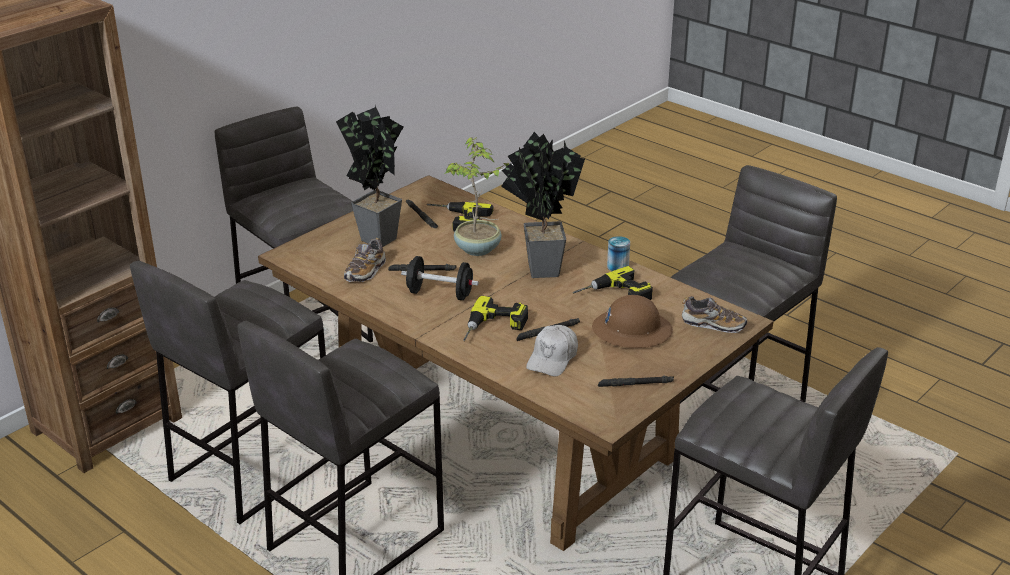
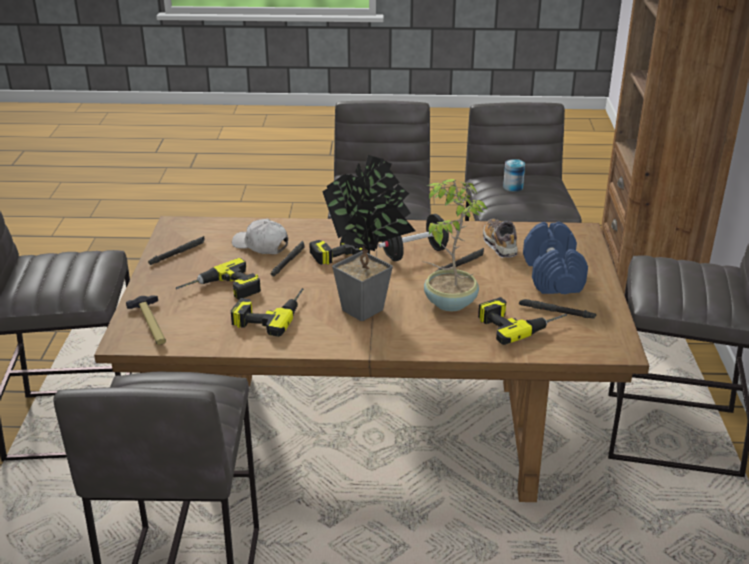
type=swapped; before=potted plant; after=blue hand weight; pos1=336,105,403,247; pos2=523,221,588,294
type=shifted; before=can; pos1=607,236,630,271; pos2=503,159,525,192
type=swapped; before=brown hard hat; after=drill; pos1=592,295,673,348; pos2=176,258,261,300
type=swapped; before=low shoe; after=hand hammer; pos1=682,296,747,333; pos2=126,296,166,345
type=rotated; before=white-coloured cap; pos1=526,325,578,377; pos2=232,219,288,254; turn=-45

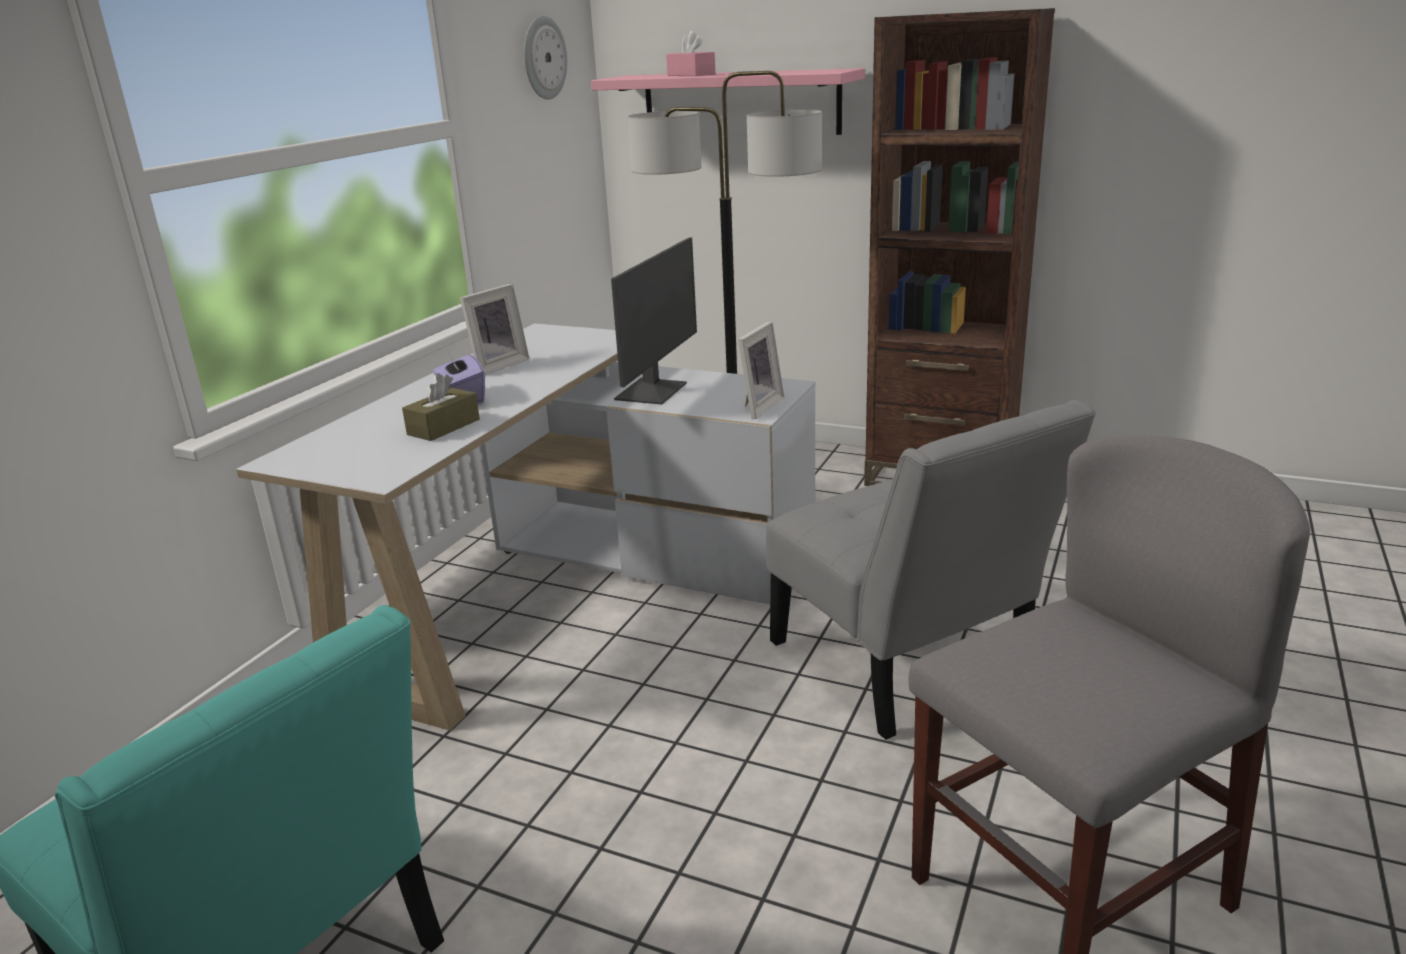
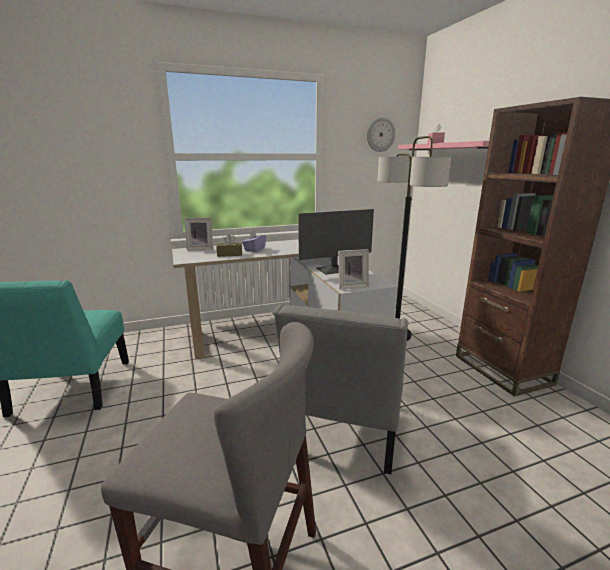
type=shifted; before=standing frame; pos1=460,284,530,375; pos2=184,218,213,250

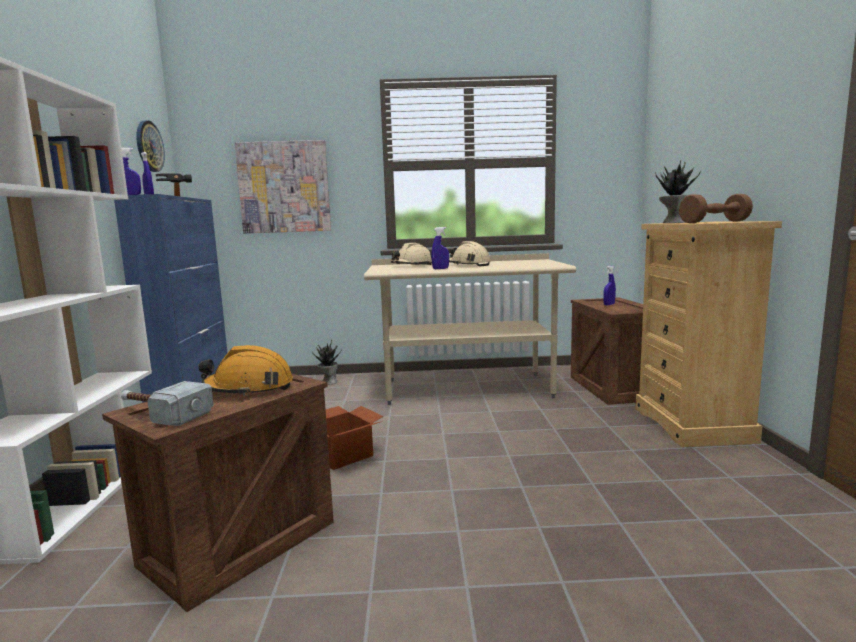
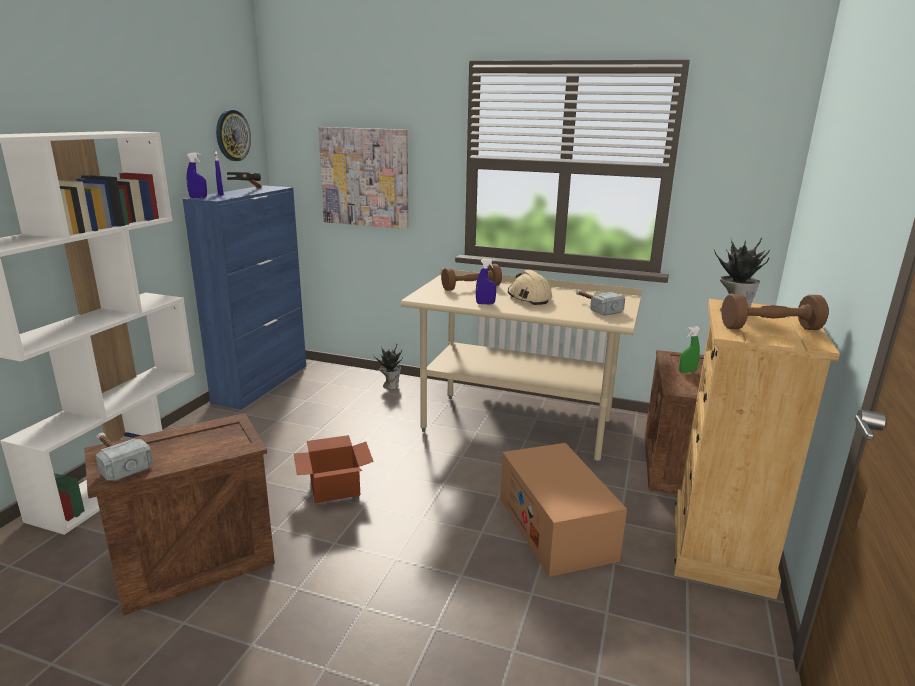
type=swapped; before=sand-coloured hard hat; after=brown hand weight; pos1=391,243,432,265; pos2=441,264,502,291
type=repainted; before=blue spray bottle; after=greenish spray bottle; pos1=603,266,616,305; pos2=679,326,700,373
type=gone; before=orange-coloured hard hat; pos1=198,345,293,396
type=new; after=hand hammer; pos2=576,290,625,316
type=new; after=carton; pos2=500,443,627,577

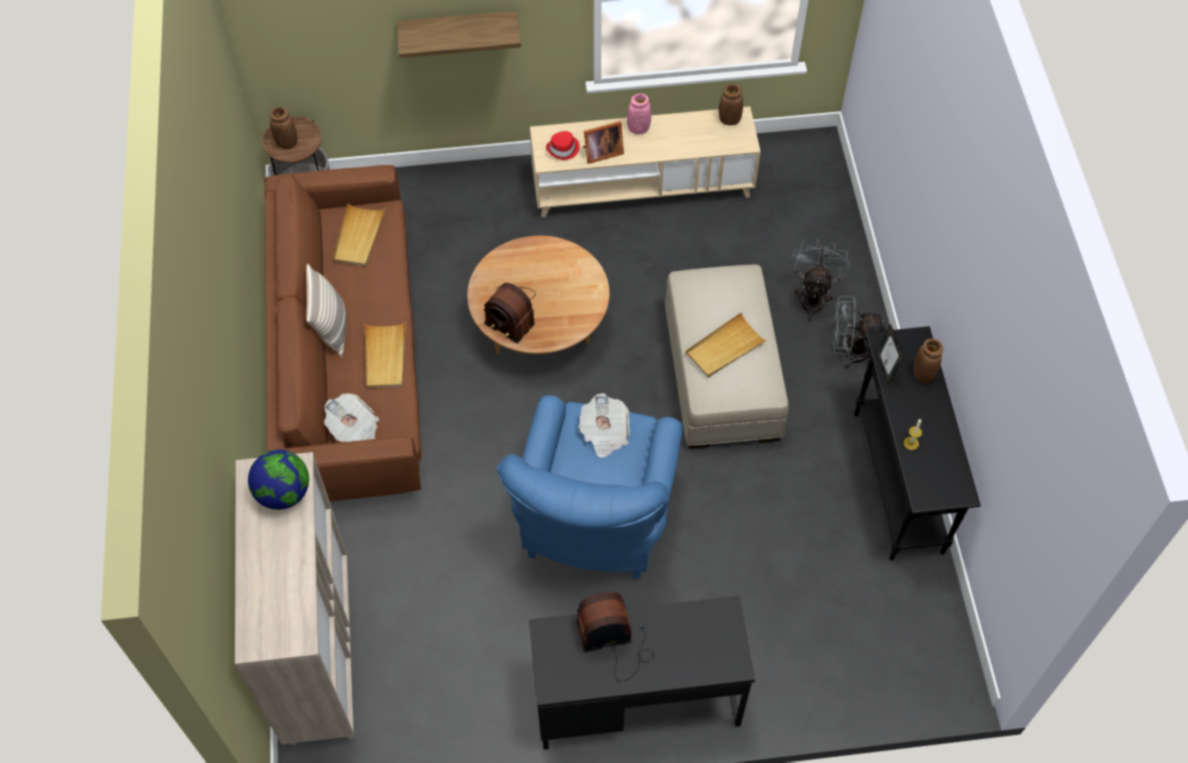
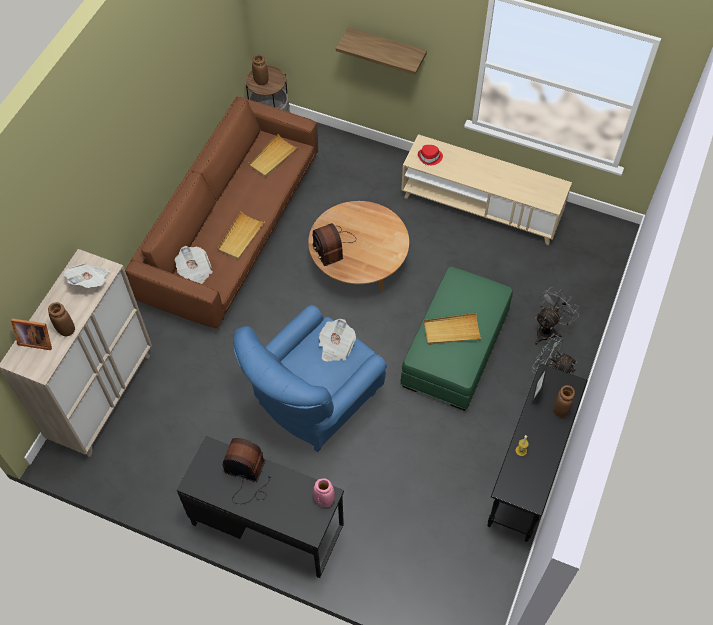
type=shifted; before=brown vase; pos1=719,84,743,125; pos2=48,302,75,336
type=shifted; before=pink-coloured vase; pos1=627,93,651,134; pos2=313,478,335,507
type=shifted; before=standing frame; pos1=583,121,624,164; pos2=11,319,52,350
type=gone; before=pillow; pos1=306,264,347,357
type=repainted; before=sand-coloured pouffe; after=greenish pouffe; pos1=665,264,789,448; pos2=400,267,513,411
type=swapped; before=desk globe; after=daily paper; pos1=248,450,309,510; pos2=64,263,110,288

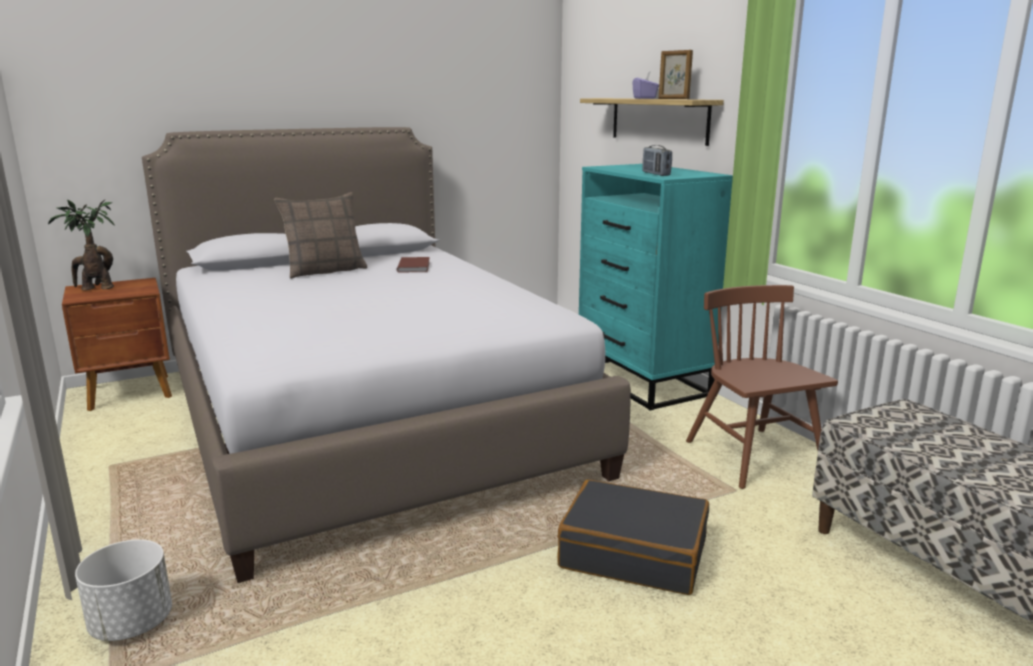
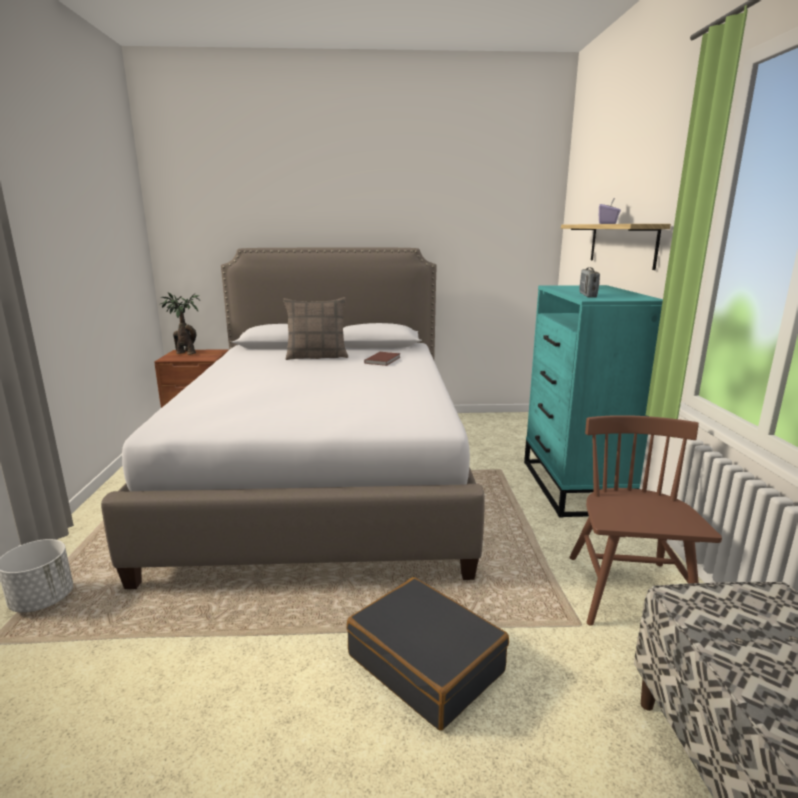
type=gone; before=standing frame; pos1=659,50,693,99

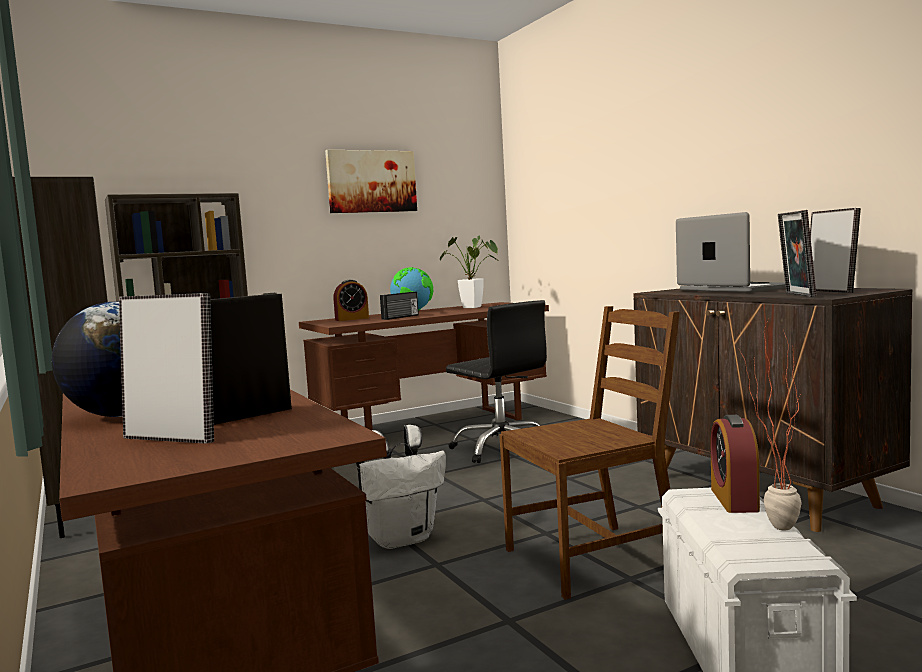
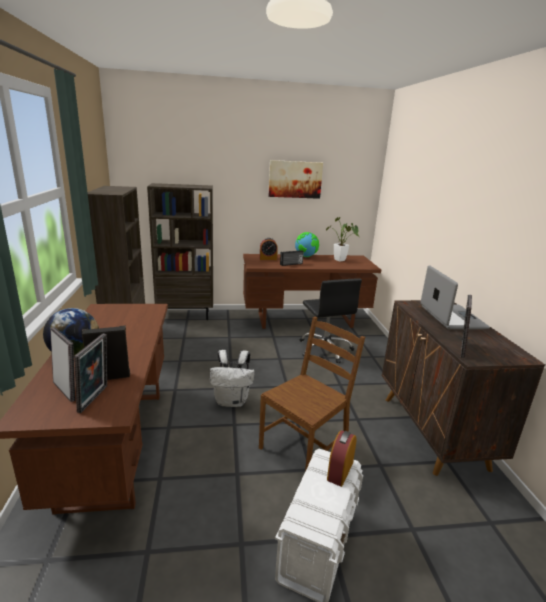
type=shifted; before=standing frame; pos1=810,208,861,293; pos2=74,333,107,413
type=rotated; before=brown plain chair; pos1=499,306,680,600; pos2=259,317,365,471; turn=-45
type=gone; before=potted plant; pos1=740,318,802,531

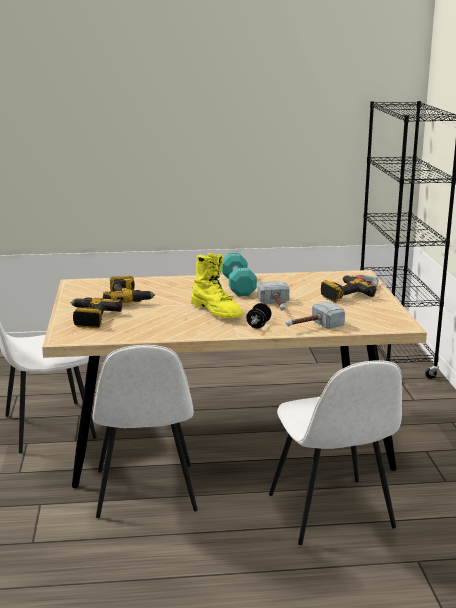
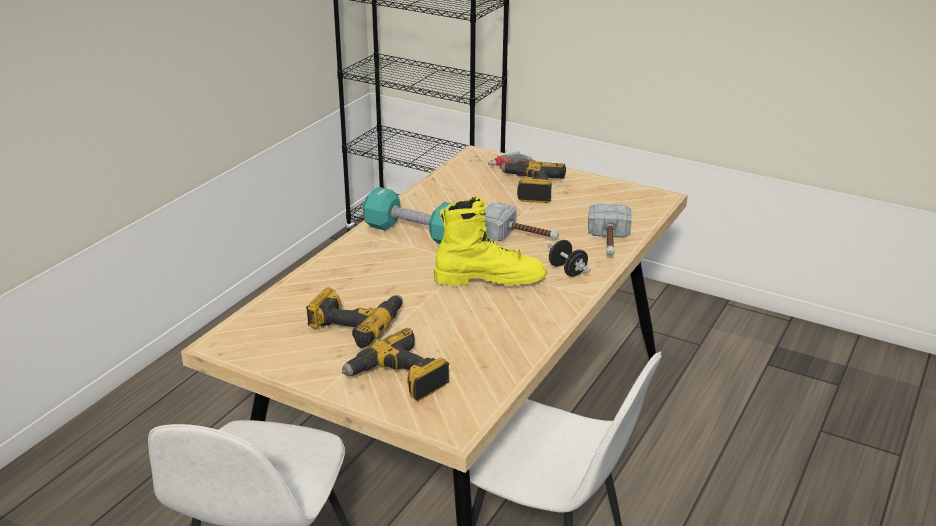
type=gone; before=white-coloured plain chair; pos1=269,360,402,545

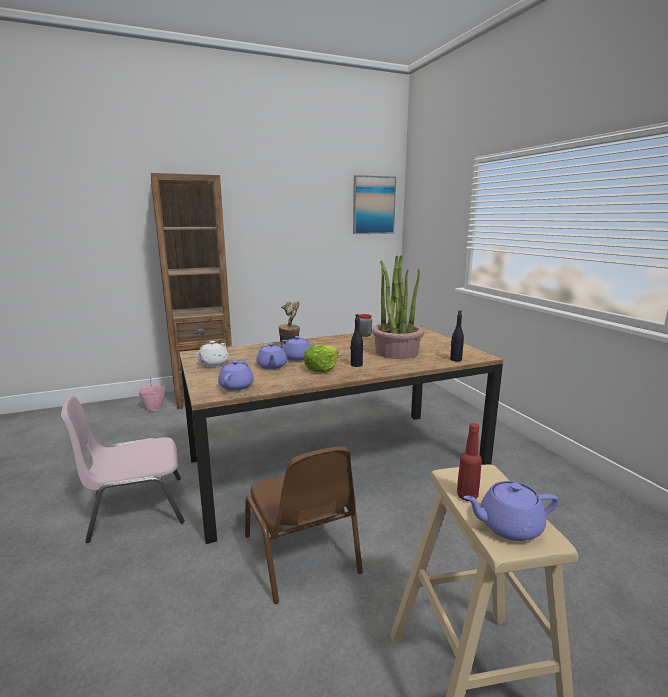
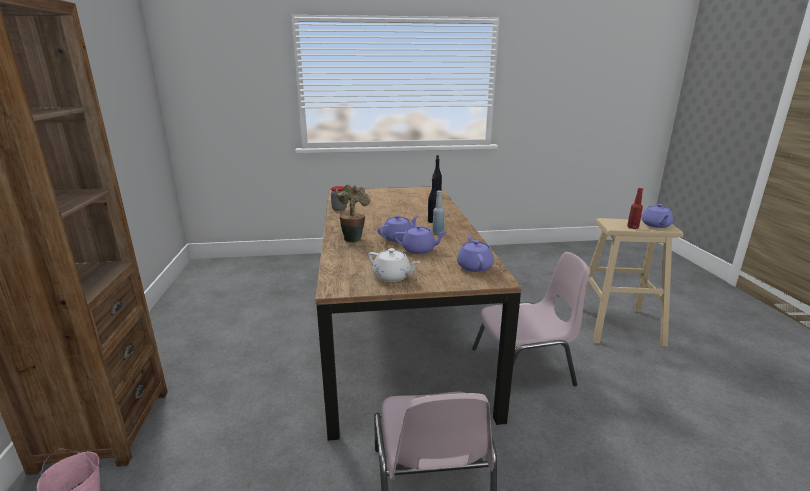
type=gone; before=wall picture; pos1=353,175,396,234
type=gone; before=potted plant; pos1=372,255,424,359
type=swapped; before=head of lettuce; after=blue bottle; pos1=304,345,338,373; pos2=433,190,444,234
type=rotated; before=purple-coloured tea pot; pos1=218,357,254,391; pos2=457,236,494,272; turn=60
type=repainted; before=brown plain chair; after=pink-coloured plain chair; pos1=245,446,363,604; pos2=472,252,590,386

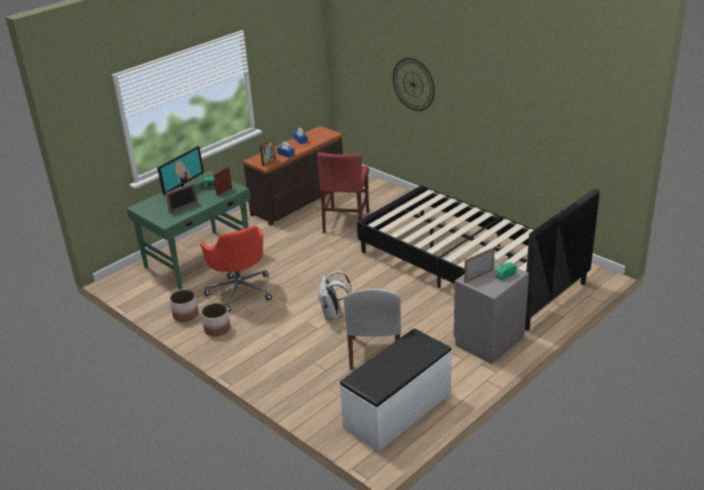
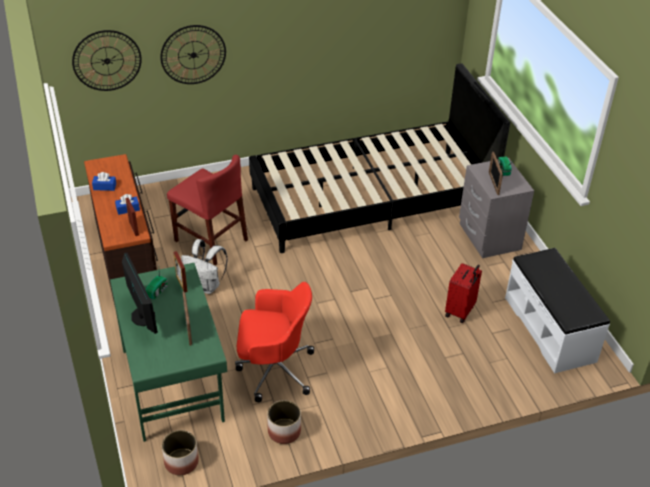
type=shifted; before=white-coloured backpack; pos1=318,270,351,320; pos2=181,239,228,294
type=swapped; before=white-coloured plain chair; after=red-coloured suitcase; pos1=343,289,401,370; pos2=445,263,482,323
type=shifted; before=planter; pos1=201,303,231,337; pos2=162,430,199,475
type=new; after=clock on the wall; pos2=72,30,142,91

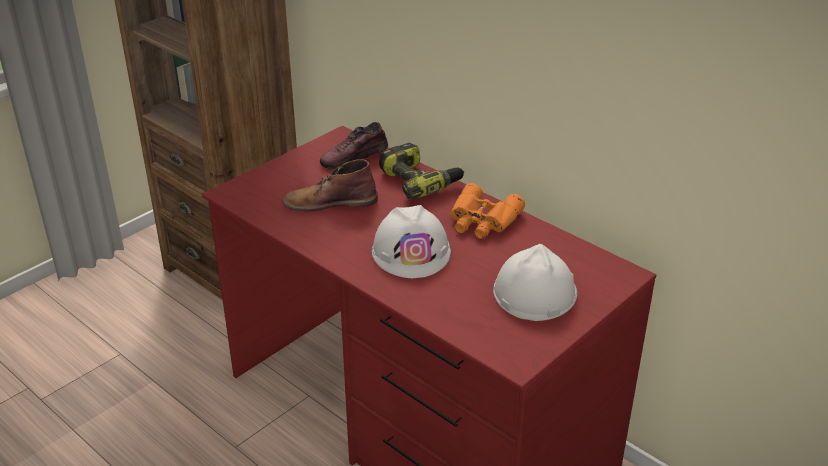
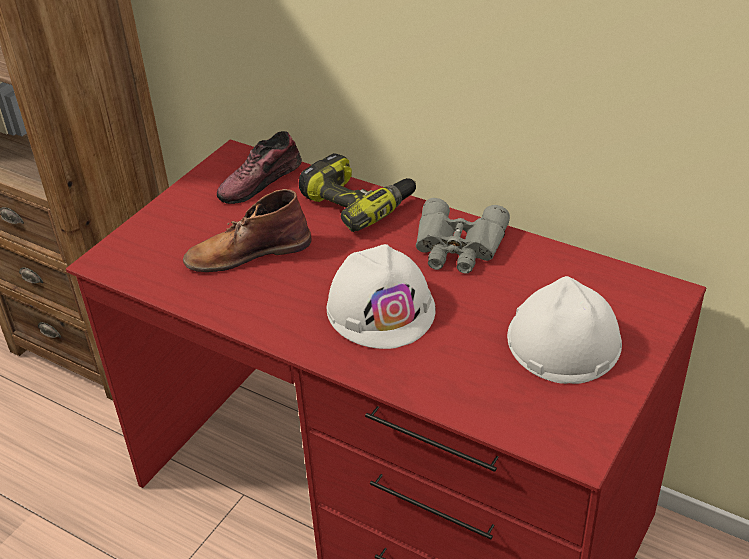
type=repainted; before=orange-coloured field glasses; after=greyish field glasses; pos1=450,183,525,239; pos2=416,198,510,273

